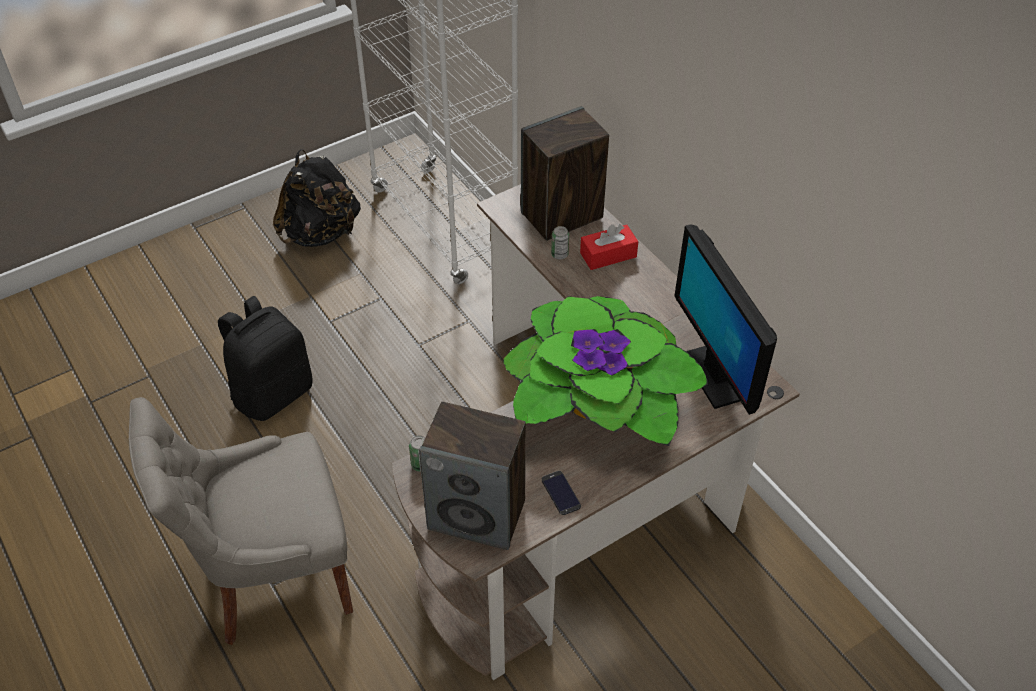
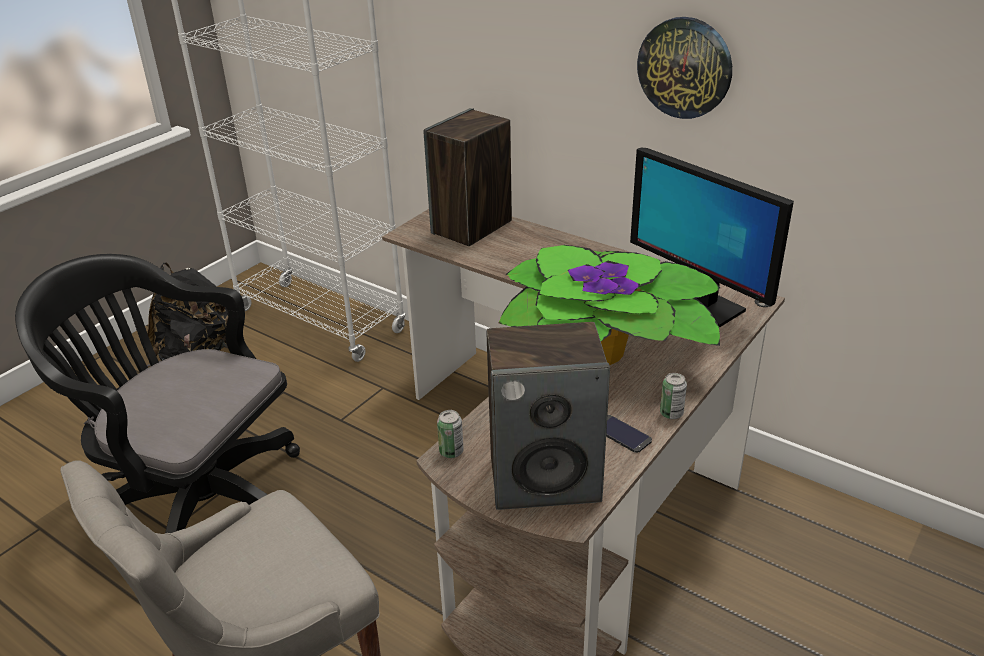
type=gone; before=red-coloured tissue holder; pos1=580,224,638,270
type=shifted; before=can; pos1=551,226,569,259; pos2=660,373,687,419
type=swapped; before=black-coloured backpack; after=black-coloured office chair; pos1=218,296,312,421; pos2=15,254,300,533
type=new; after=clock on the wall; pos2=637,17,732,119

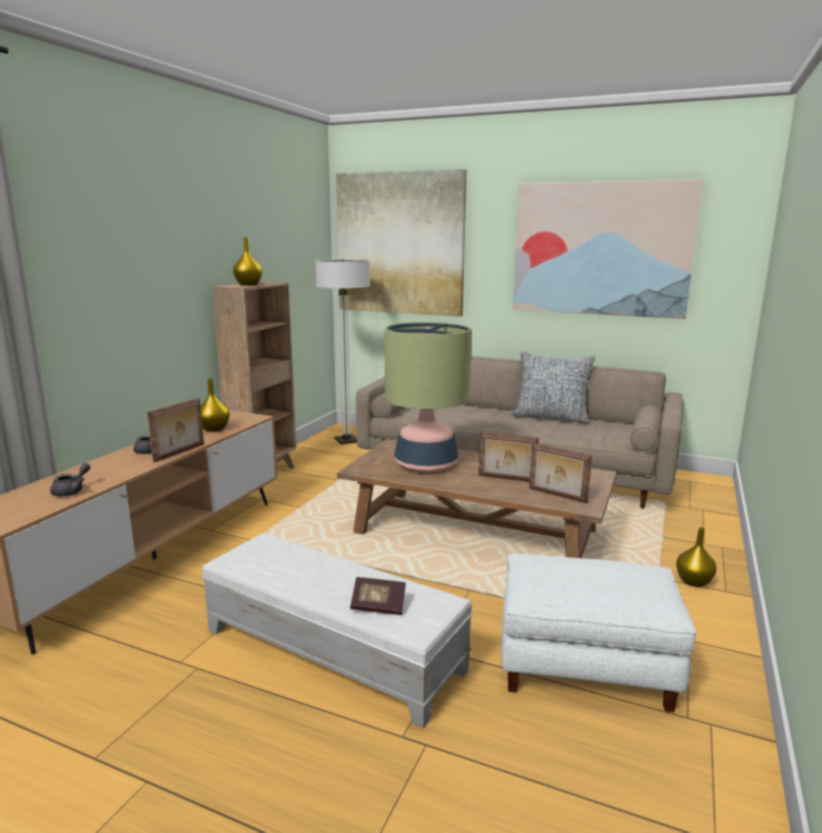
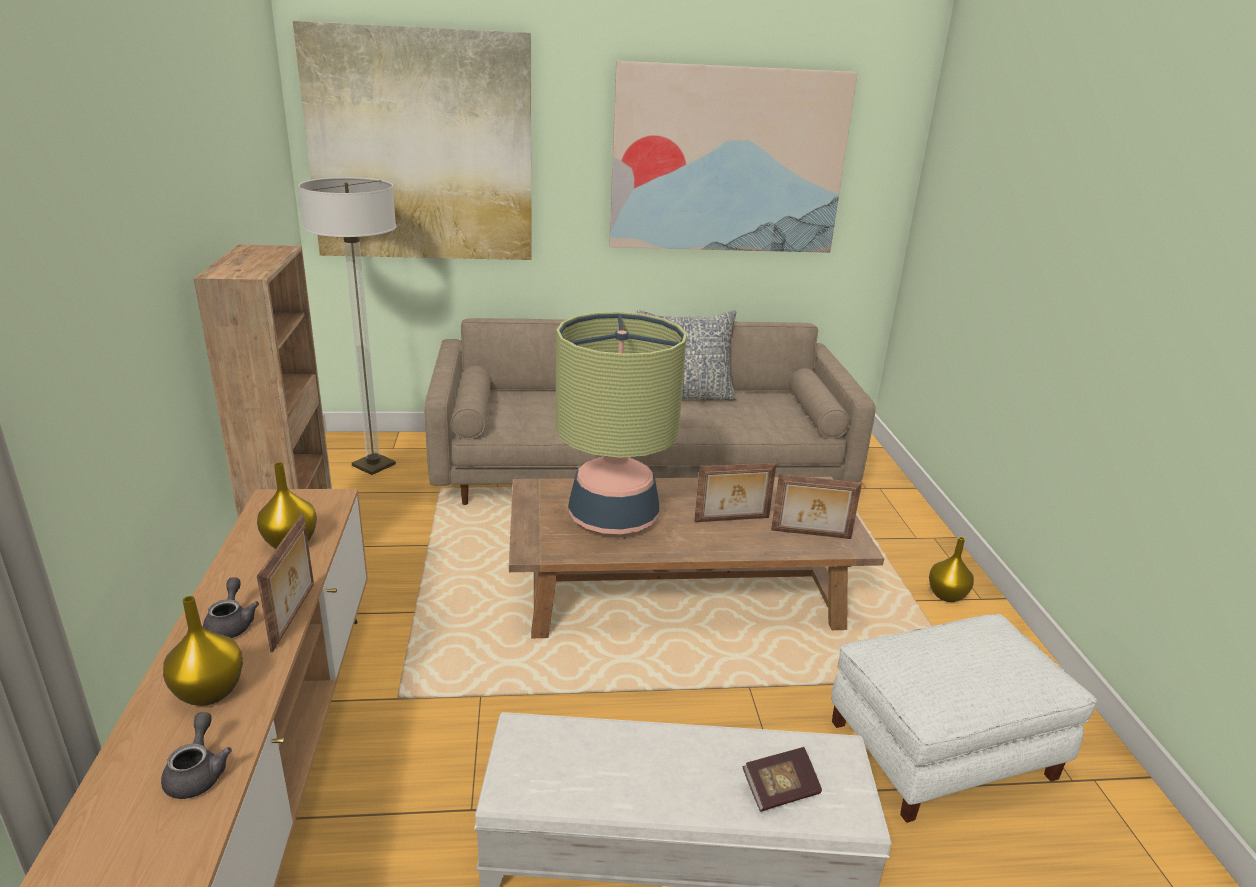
type=shifted; before=yellowish vase; pos1=233,237,262,286; pos2=163,596,243,706

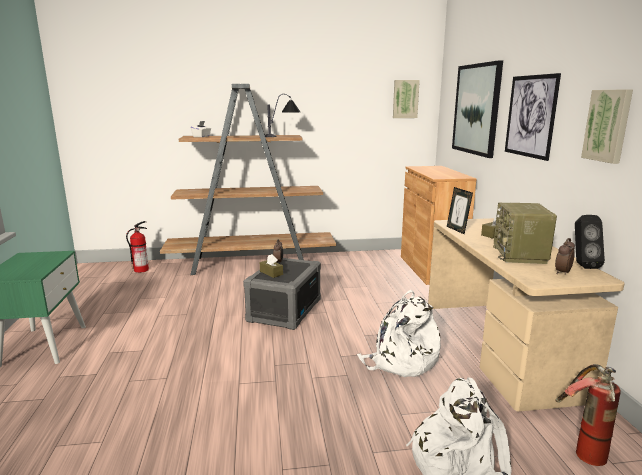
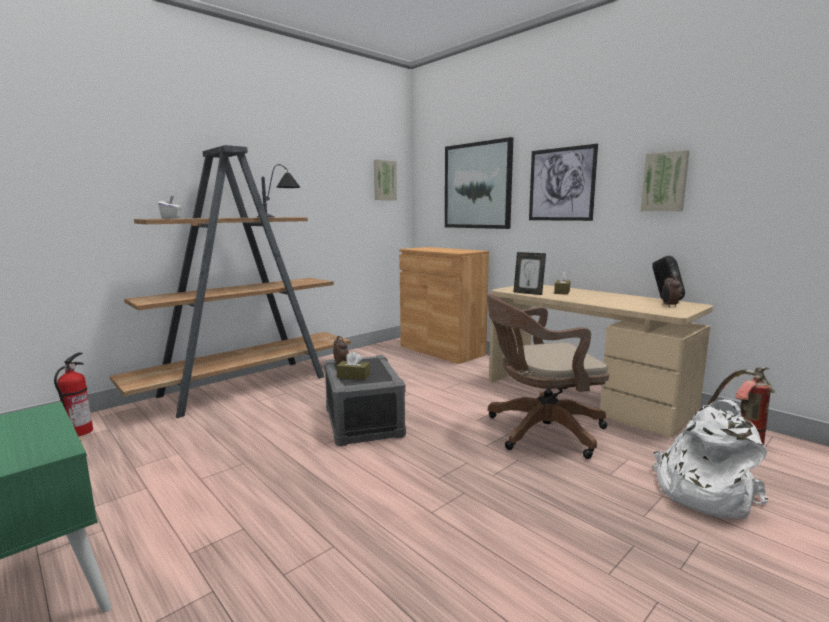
type=gone; before=radio receiver; pos1=493,203,557,264
type=swapped; before=white-coloured backpack; after=brown office chair; pos1=357,290,441,377; pos2=486,294,609,459

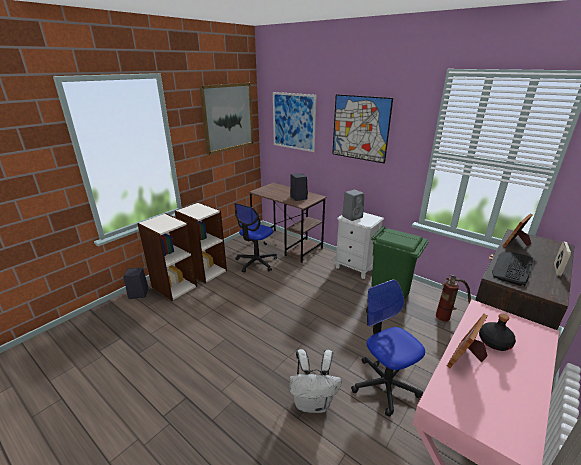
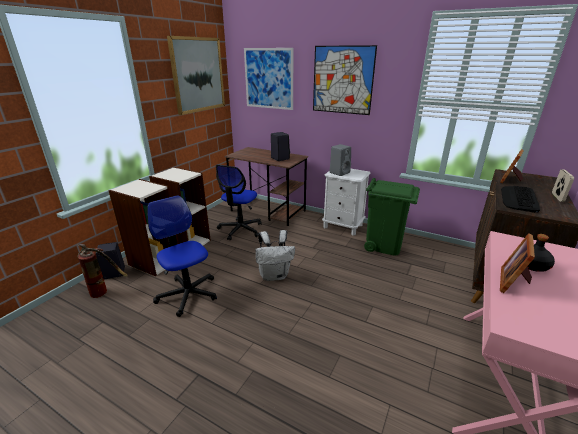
type=shifted; before=fire-fighting cylinder; pos1=436,275,471,322; pos2=77,244,128,298
type=shifted; before=office chair; pos1=351,279,425,417; pos2=147,195,217,317
type=shifted; before=white-coloured backpack; pos1=290,349,342,413; pos2=255,230,295,281

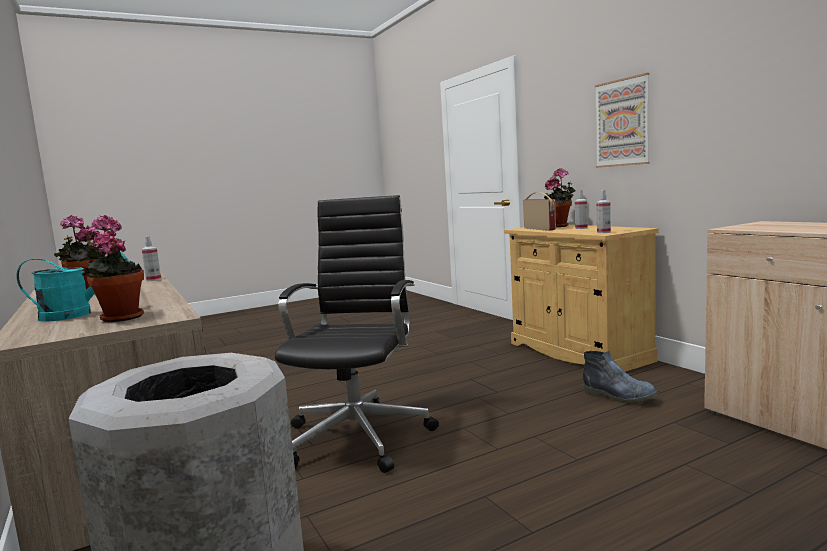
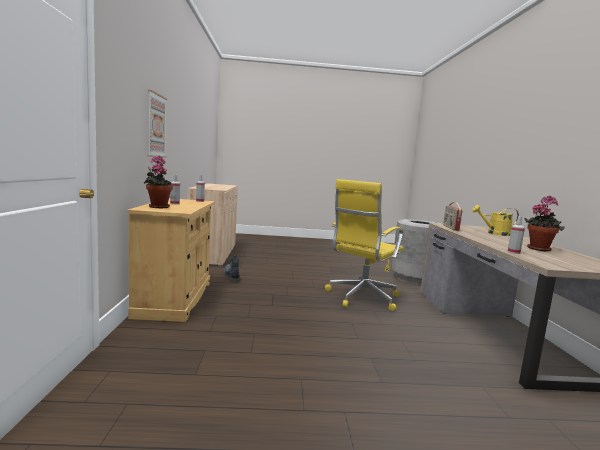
type=shifted; before=radio receiver; pos1=523,192,556,231; pos2=443,202,462,231
type=repainted; before=black-coloured office chair; after=yellowish office chair; pos1=275,195,439,473; pos2=325,179,404,311
type=gone; before=potted plant; pos1=82,215,144,322
type=repainted; before=turquoise watering pot; after=yellowish watering pot; pos1=16,252,129,322; pos2=472,205,519,236

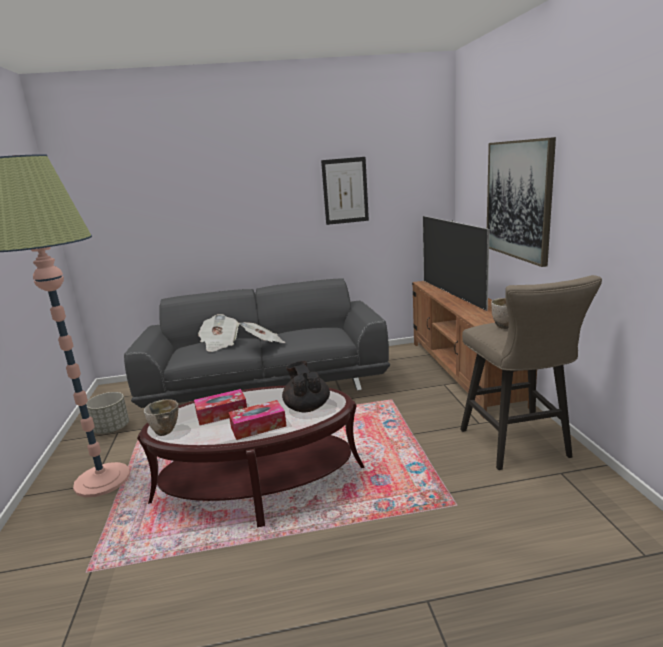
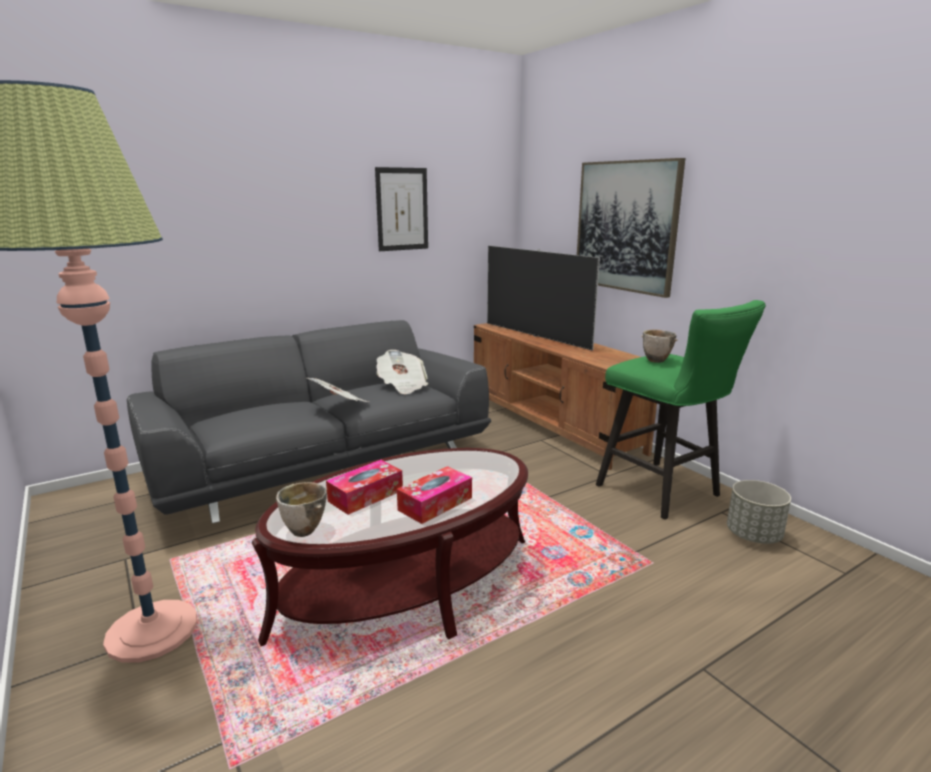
type=repainted; before=sand-coloured stool; after=greenish stool; pos1=460,275,602,470; pos2=596,300,766,520
type=shifted; before=daily paper; pos1=198,314,239,352; pos2=376,350,428,394
type=gone; before=black-coloured tea pot; pos1=282,361,330,413
type=shifted; before=greyish planter; pos1=86,392,129,434; pos2=727,480,791,544

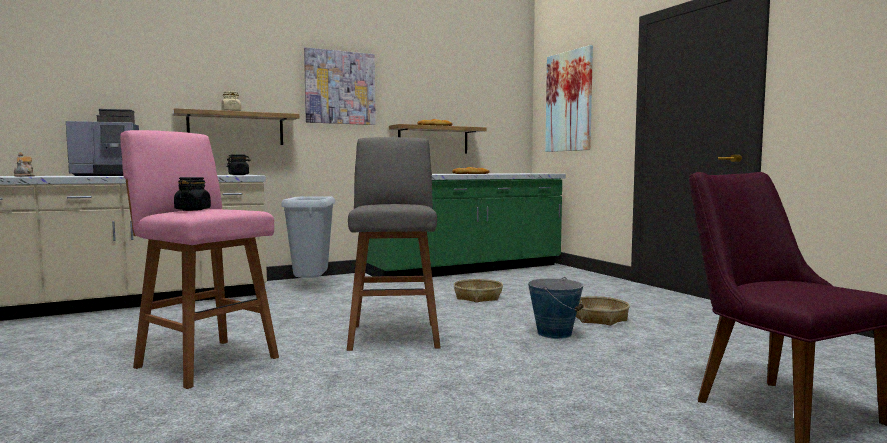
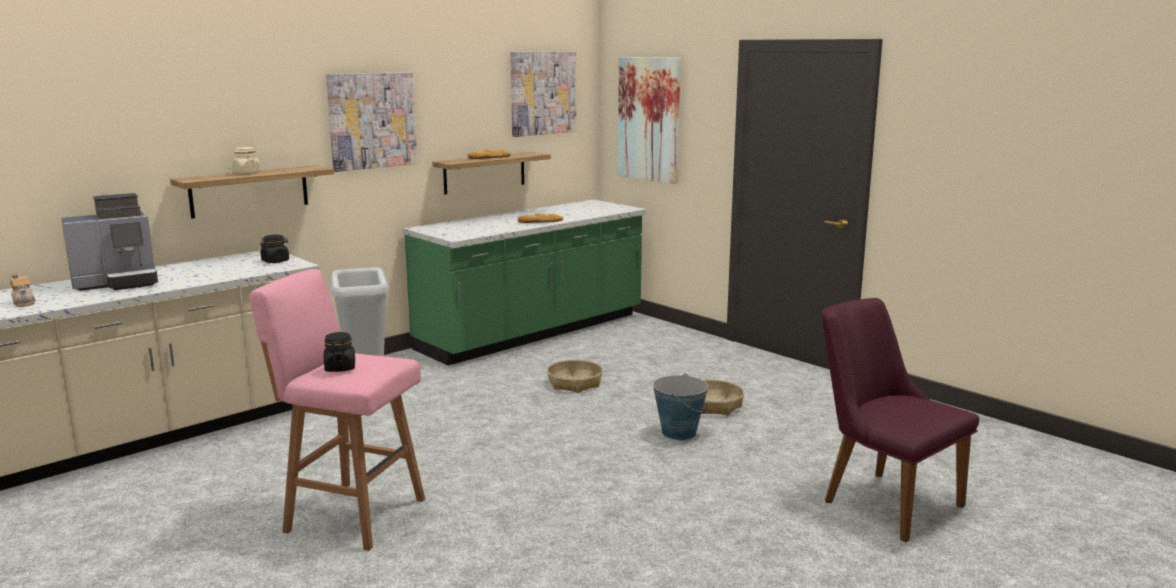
type=gone; before=greyish stool; pos1=347,137,441,351
type=new; after=wall picture; pos2=511,52,576,137

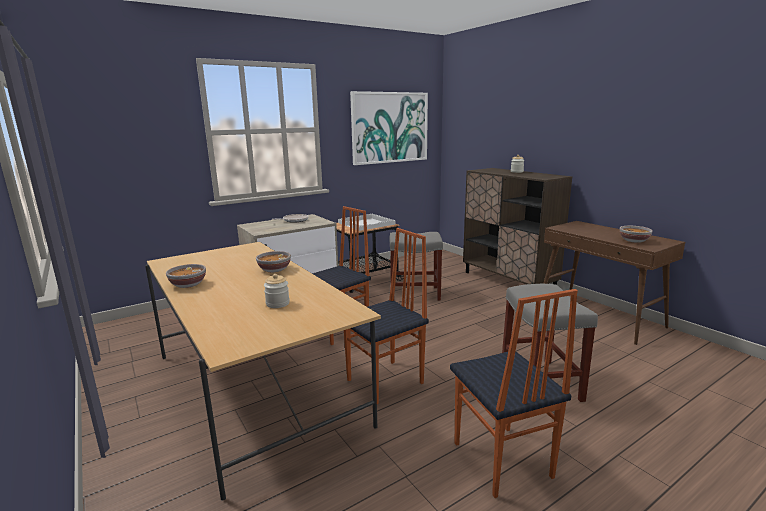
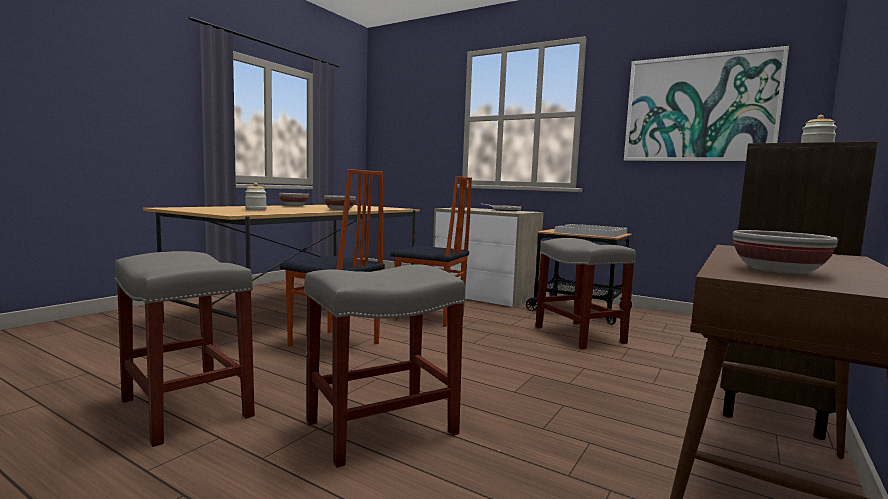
type=swapped; before=plain chair; after=greyish stool; pos1=450,289,578,498; pos2=114,251,255,447

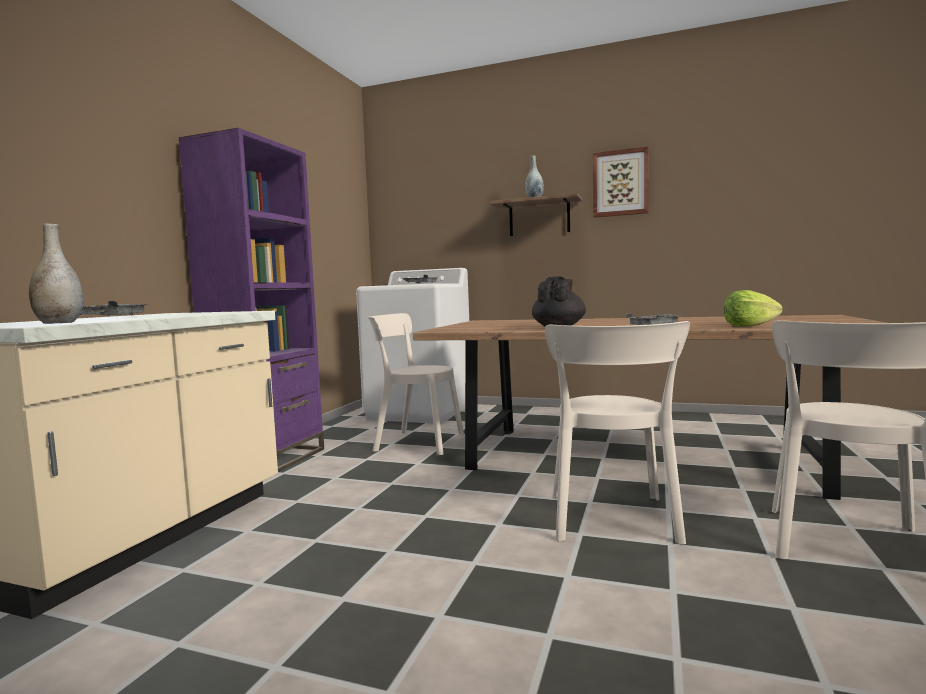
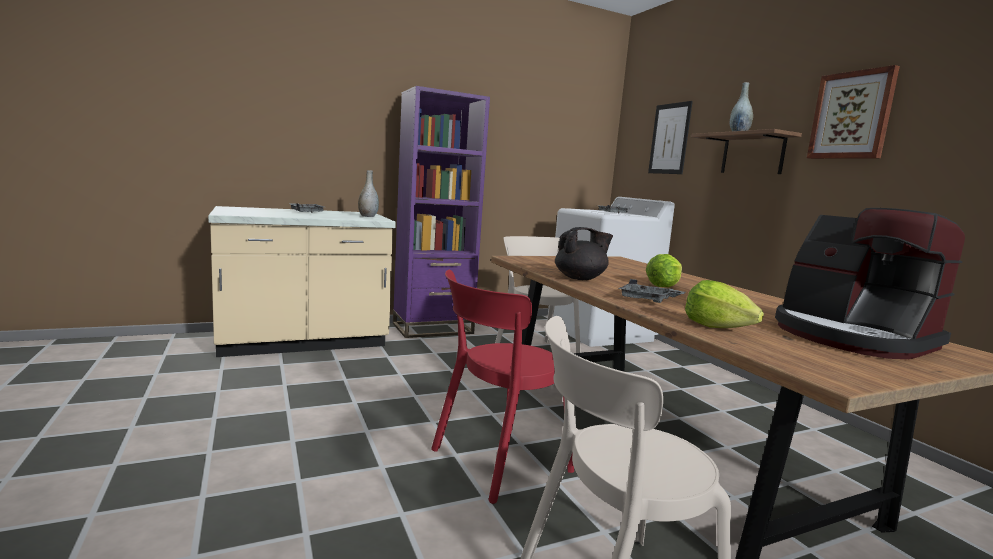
type=shifted; before=greyish vase; pos1=29,224,83,324; pos2=358,170,379,217
type=repainted; before=sand-coloured plain chair; after=red-coloured plain chair; pos1=545,321,690,545; pos2=431,270,574,504
type=new; after=wall picture; pos2=648,101,693,174
type=new; after=coffee maker; pos2=775,208,965,359
type=new; after=head of lettuce; pos2=646,254,682,287

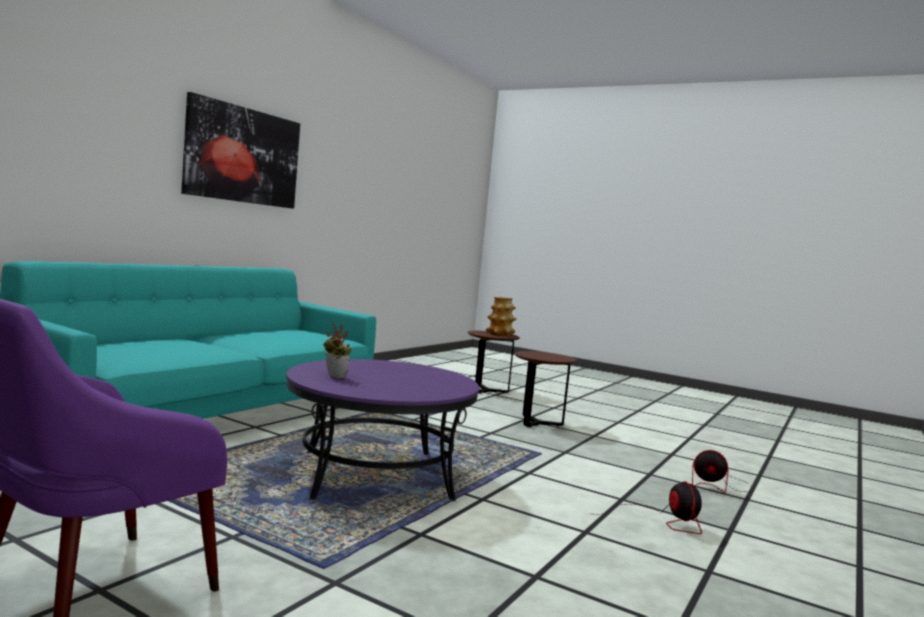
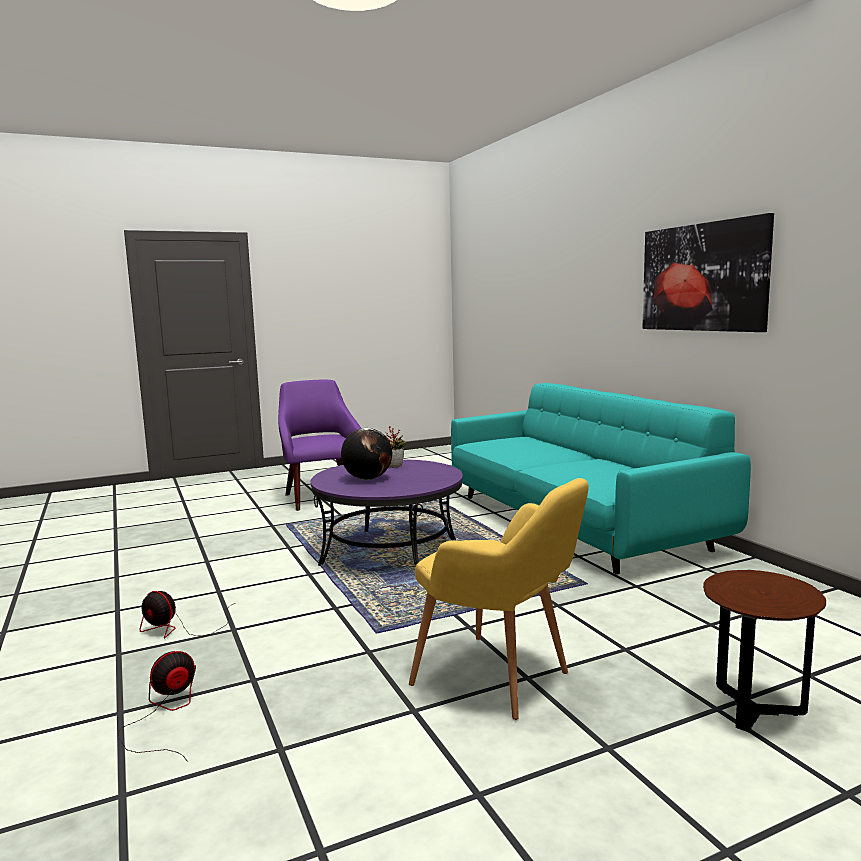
type=gone; before=vase; pos1=486,296,516,336
type=swapped; before=brown accent table; after=yellowish armchair; pos1=514,351,577,427; pos2=409,478,589,720
type=new; after=desk globe; pos2=341,428,392,480

